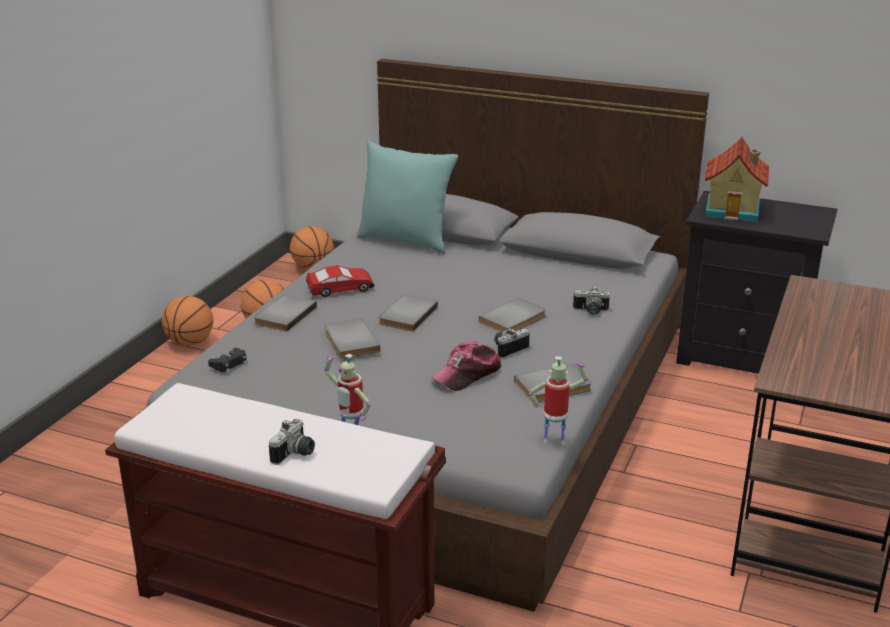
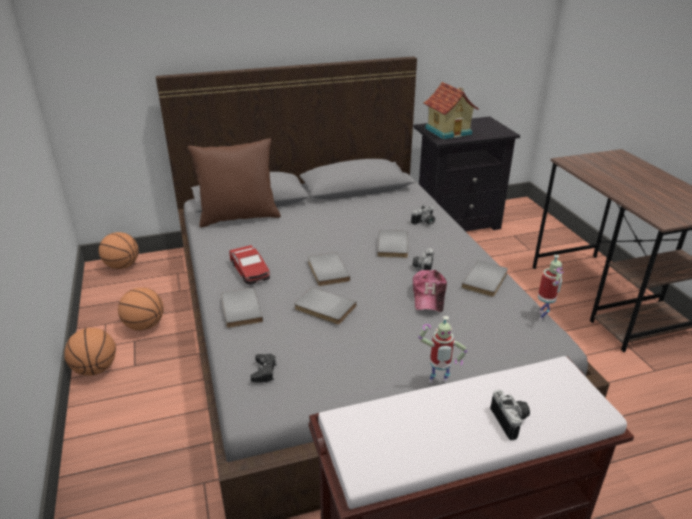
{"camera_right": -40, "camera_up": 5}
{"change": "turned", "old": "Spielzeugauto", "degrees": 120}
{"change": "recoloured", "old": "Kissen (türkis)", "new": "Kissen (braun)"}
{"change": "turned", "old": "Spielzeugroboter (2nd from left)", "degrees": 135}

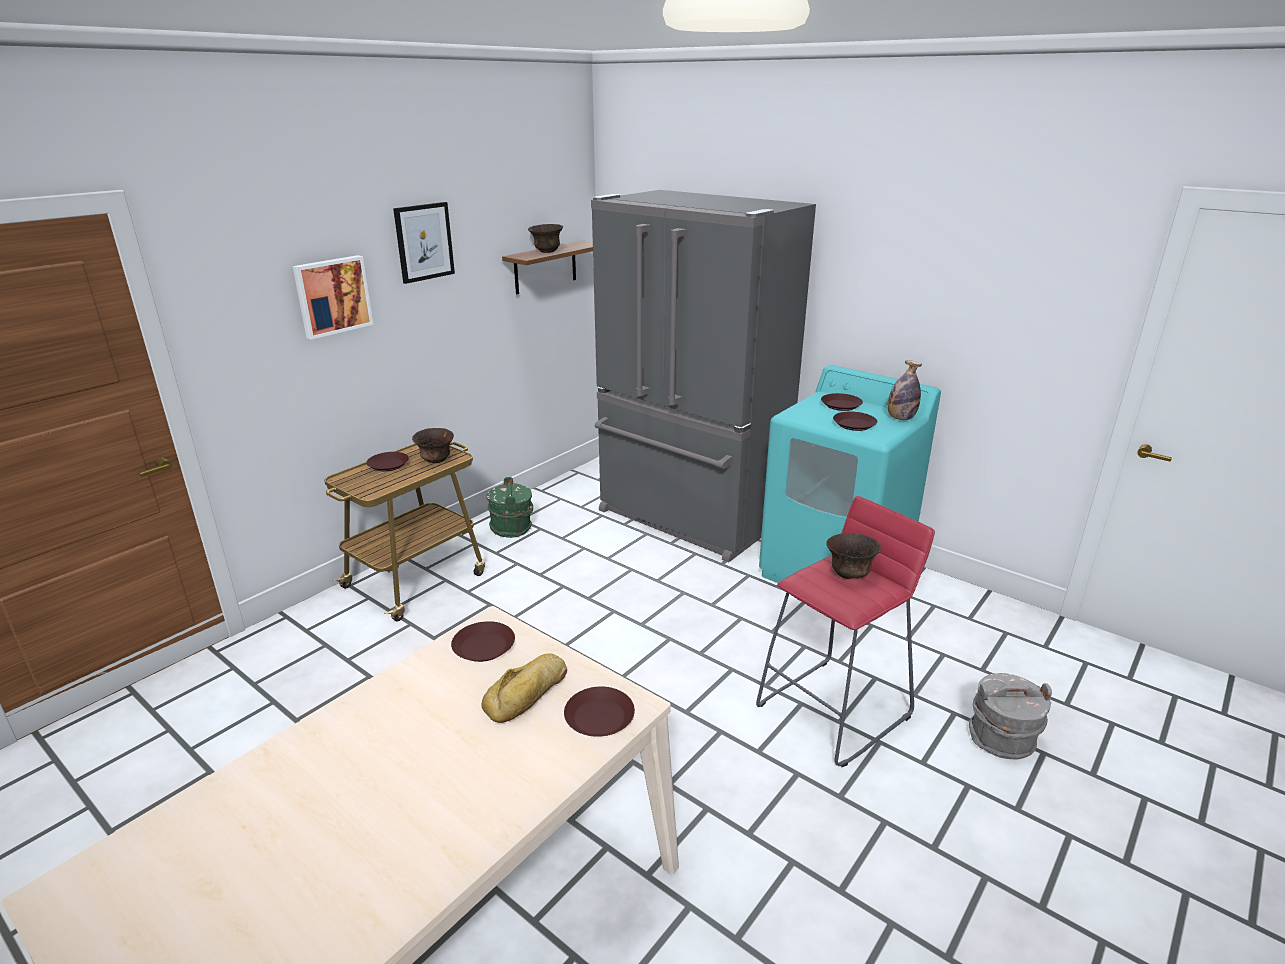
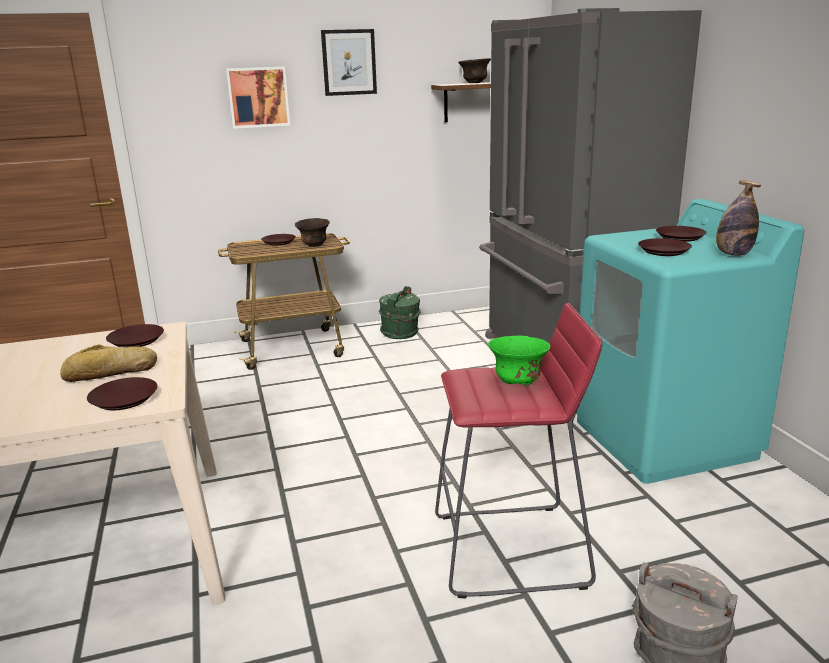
{"camera_right": 35, "camera_up": -5}
{"change": "recoloured", "old": "Schüssel (braun) (3rd from left)", "new": "Schüssel (grün)"}

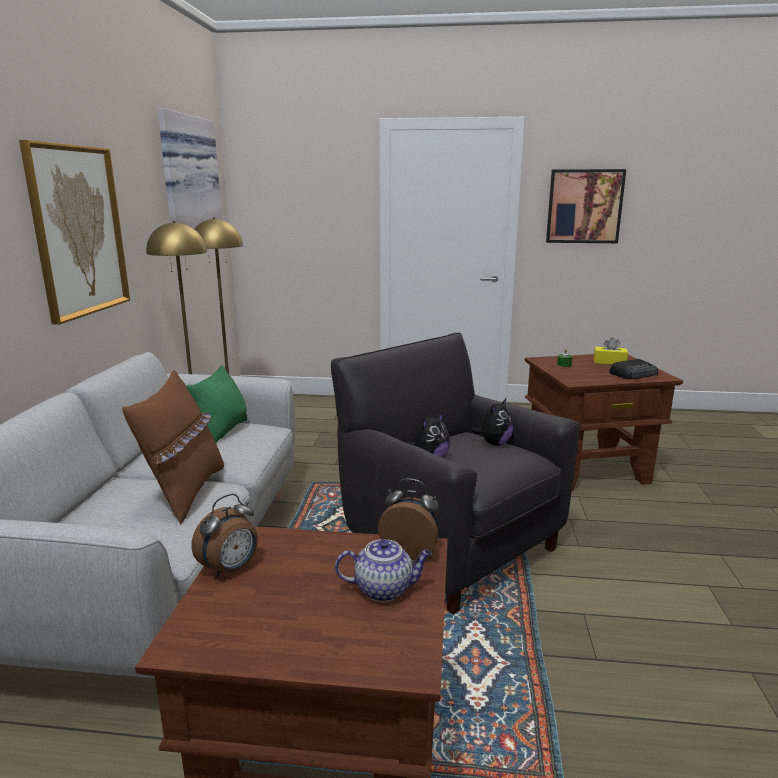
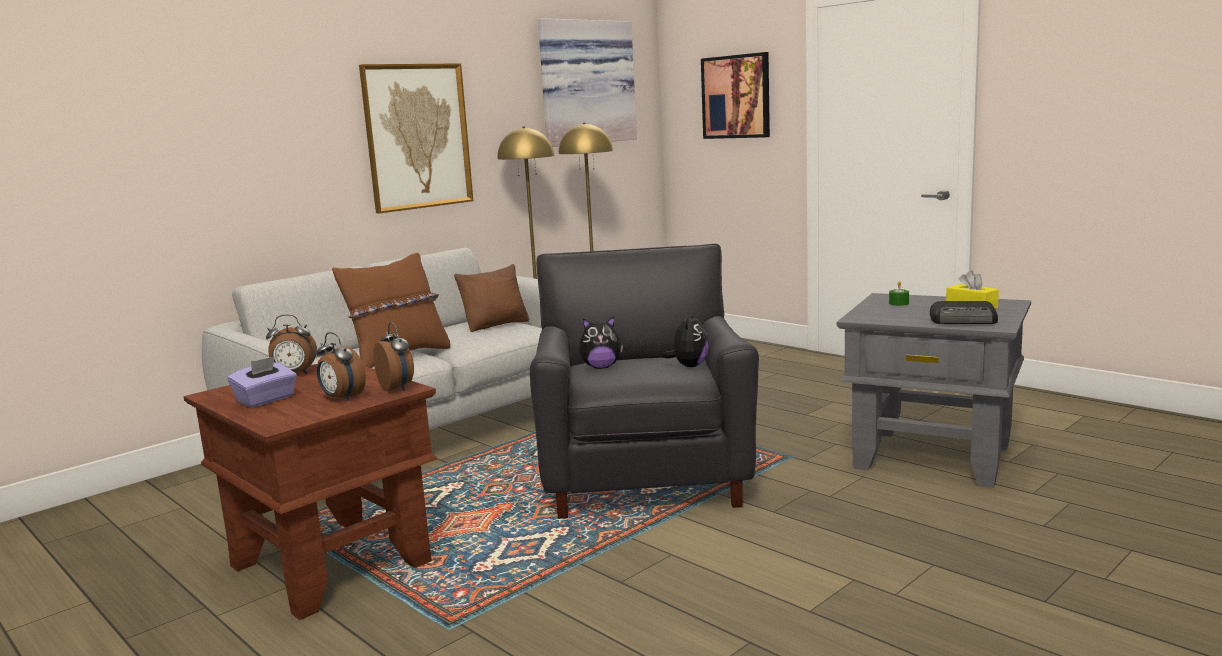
{"camera_right": 40, "camera_up": -5}
{"change": "recoloured", "old": "Kissen (grün)", "new": "Kissen (braun) (2nd from left)"}
{"change": "replaced", "old": "Teekanne", "new": "Wecker (2nd from left)"}
{"change": "turned", "old": "Plüschtier (2nd from left)", "degrees": -60}
{"change": "recoloured", "old": "Beistelltisch (braun) (2nd from left)", "new": "Beistelltisch (grau)"}
{"change": "moved", "old": "Bild (3rd from left)"}
{"change": "added", "new": "Taschentuchbox (lila)"}

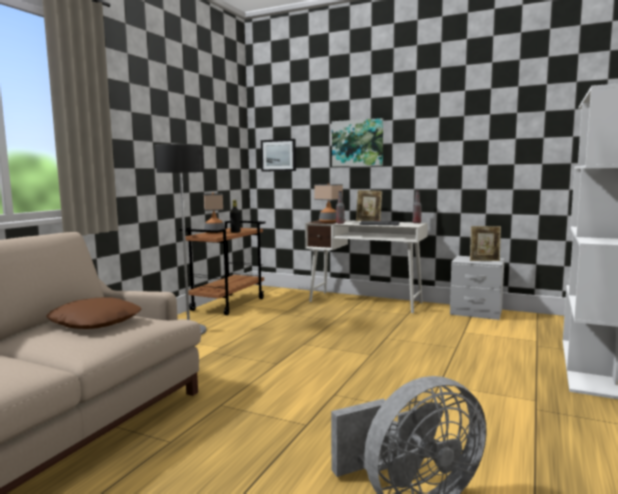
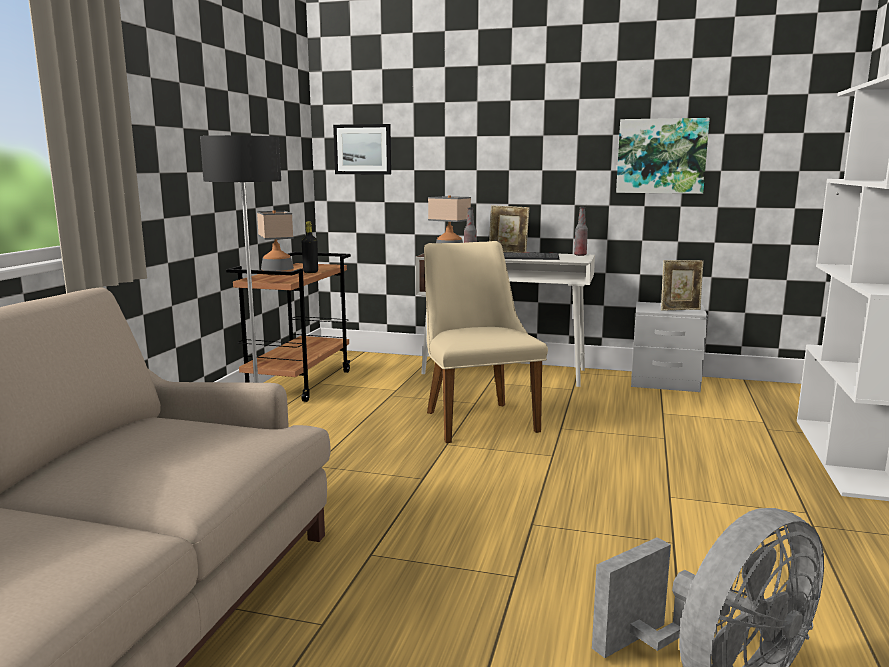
{"camera_right": -10, "camera_up": 5}
{"change": "removed", "old": "Kissen (braun)"}
{"change": "moved", "old": "Bild (2nd from left)"}
{"change": "added", "new": "Stuhl (beige)"}

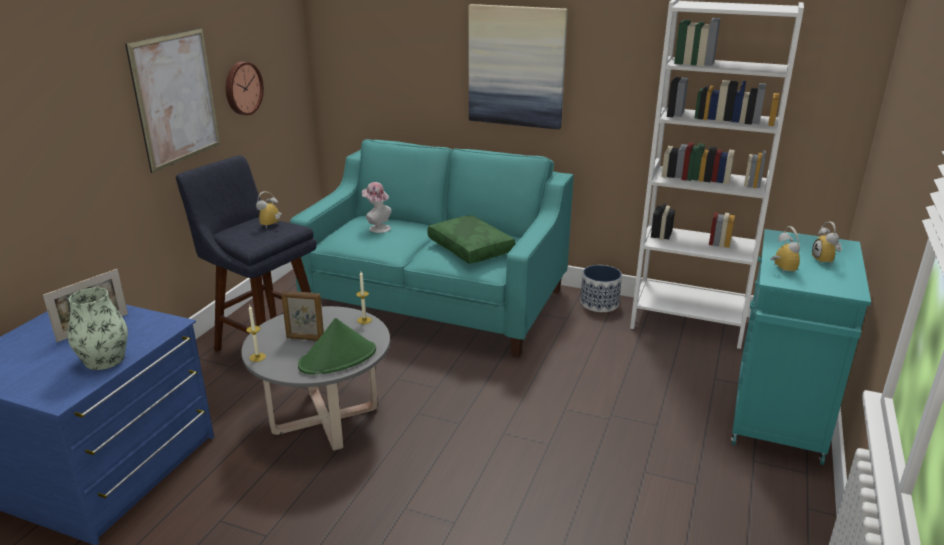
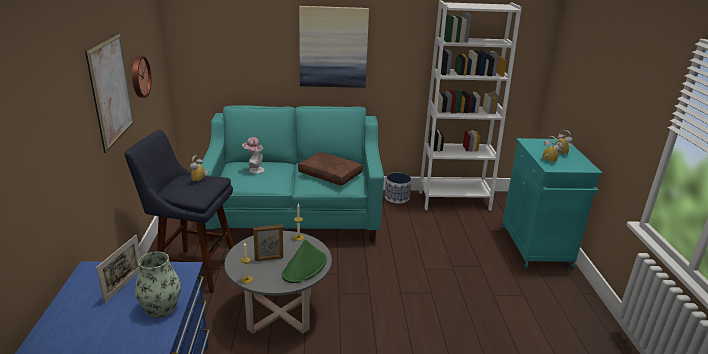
{"camera_right": -25, "camera_up": 0}
{"change": "recoloured", "old": "Kissen (grün)", "new": "Kissen (braun)"}

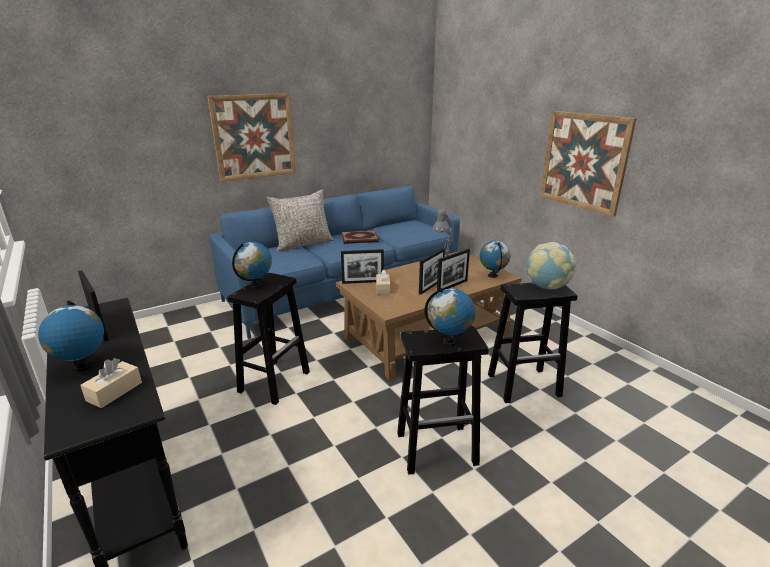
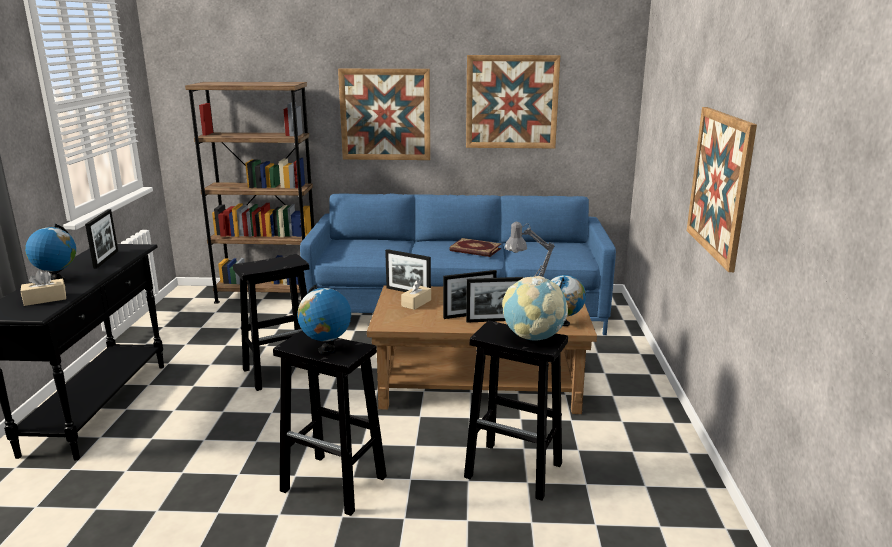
{"camera_right": 35, "camera_up": -5}
{"change": "removed", "old": "Globus (2nd from left)"}
{"change": "removed", "old": "Kissen (grau)"}
{"change": "added", "new": "Bücherregal (braun)"}
{"change": "added", "new": "Bild (2nd from left)"}

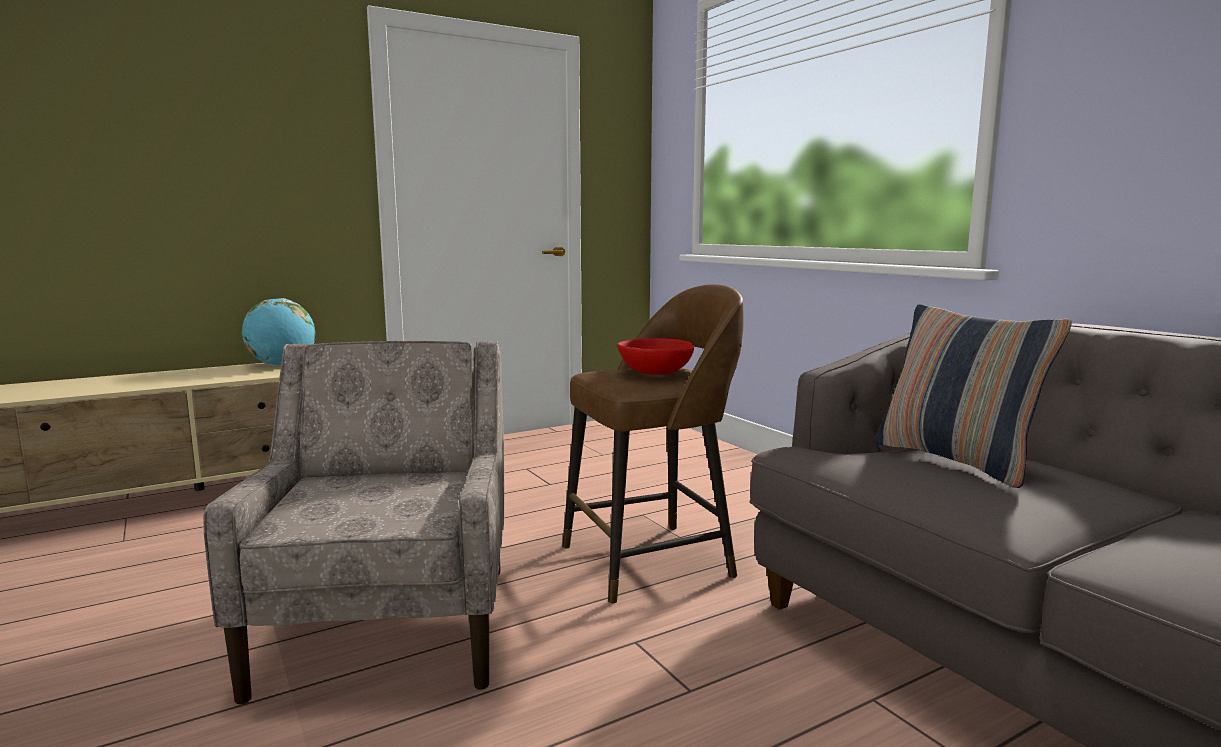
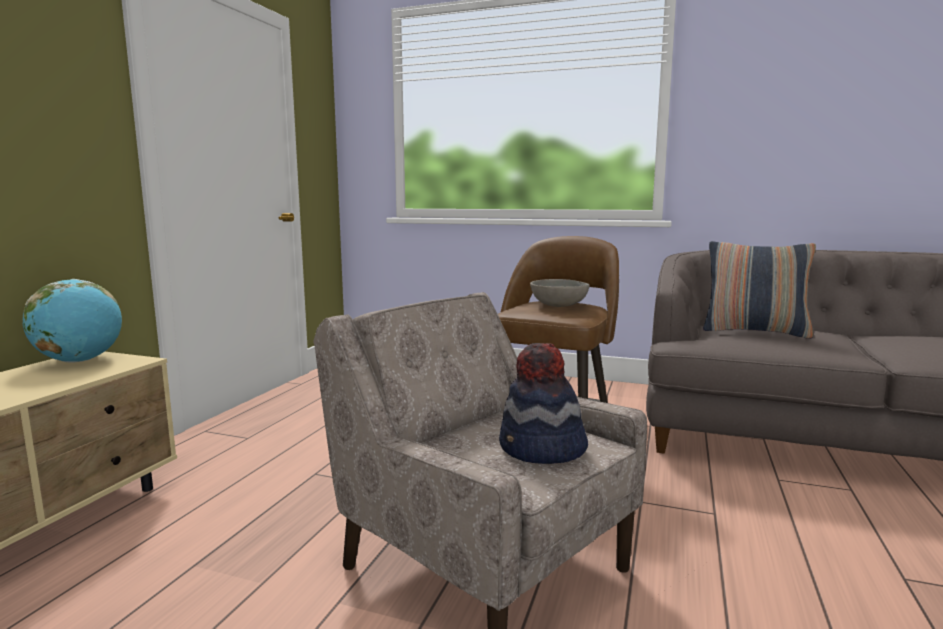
{"camera_right": -40, "camera_up": 0}
{"change": "recoloured", "old": "Schüssel (rot)", "new": "Schüssel (grau)"}
{"change": "added", "new": "Hut"}

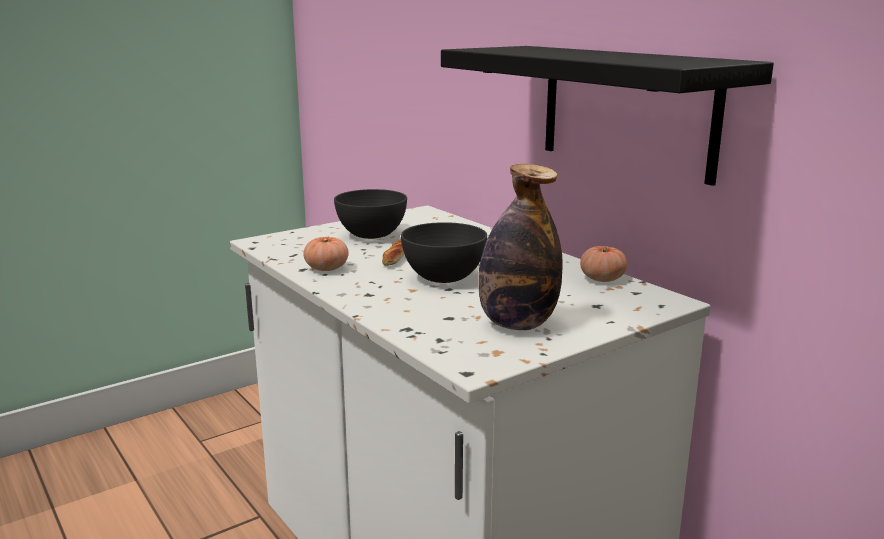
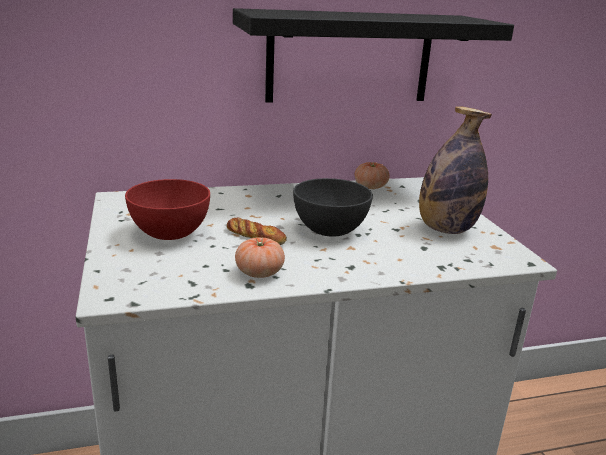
{"camera_right": -70, "camera_up": 5}
{"change": "recoloured", "old": "Schüssel (grau) (1st from left)", "new": "Schüssel (rot)"}

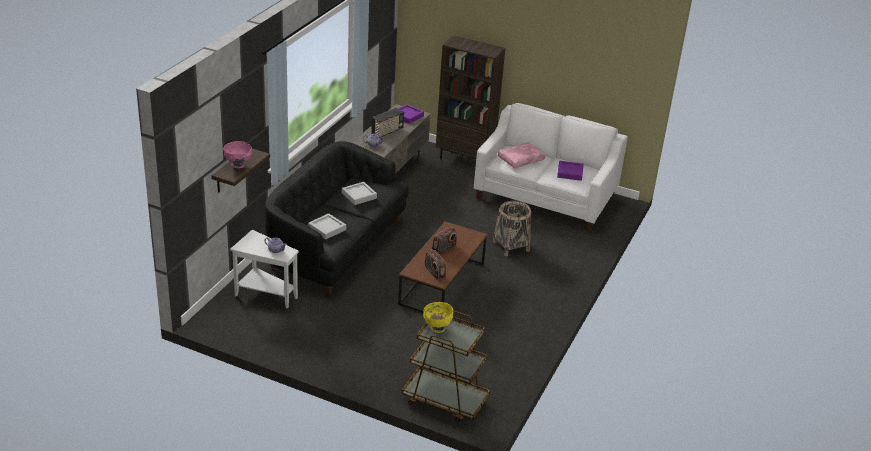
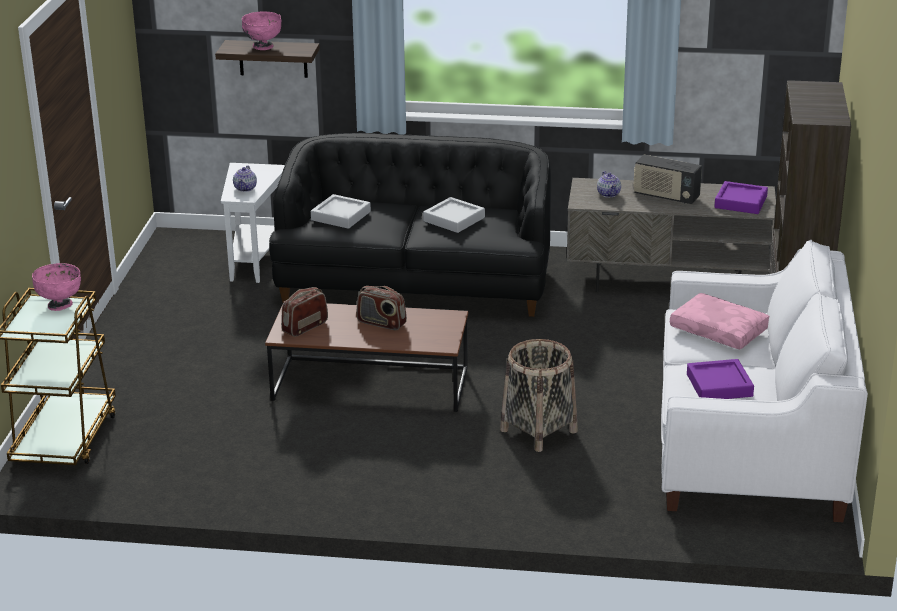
{"camera_right": 75, "camera_up": -5}
{"change": "recoloured", "old": "Schüssel (gelb)", "new": "Schüssel (rosa) (1st from left)"}

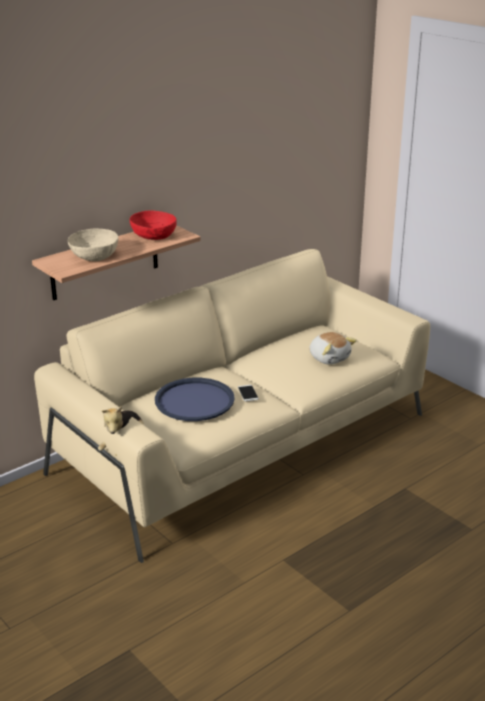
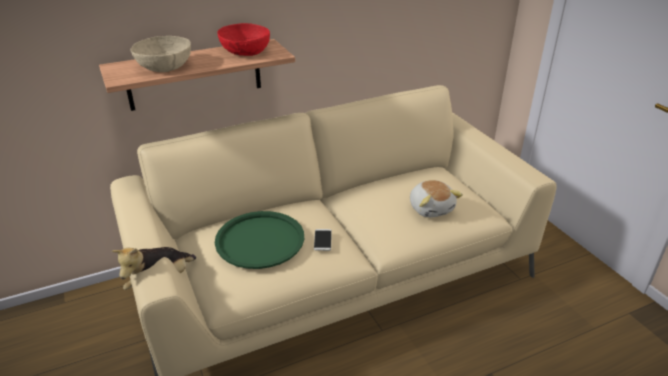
{"camera_right": 15, "camera_up": 5}
{"change": "recoloured", "old": "Tablett (blau)", "new": "Tablett (grün)"}

